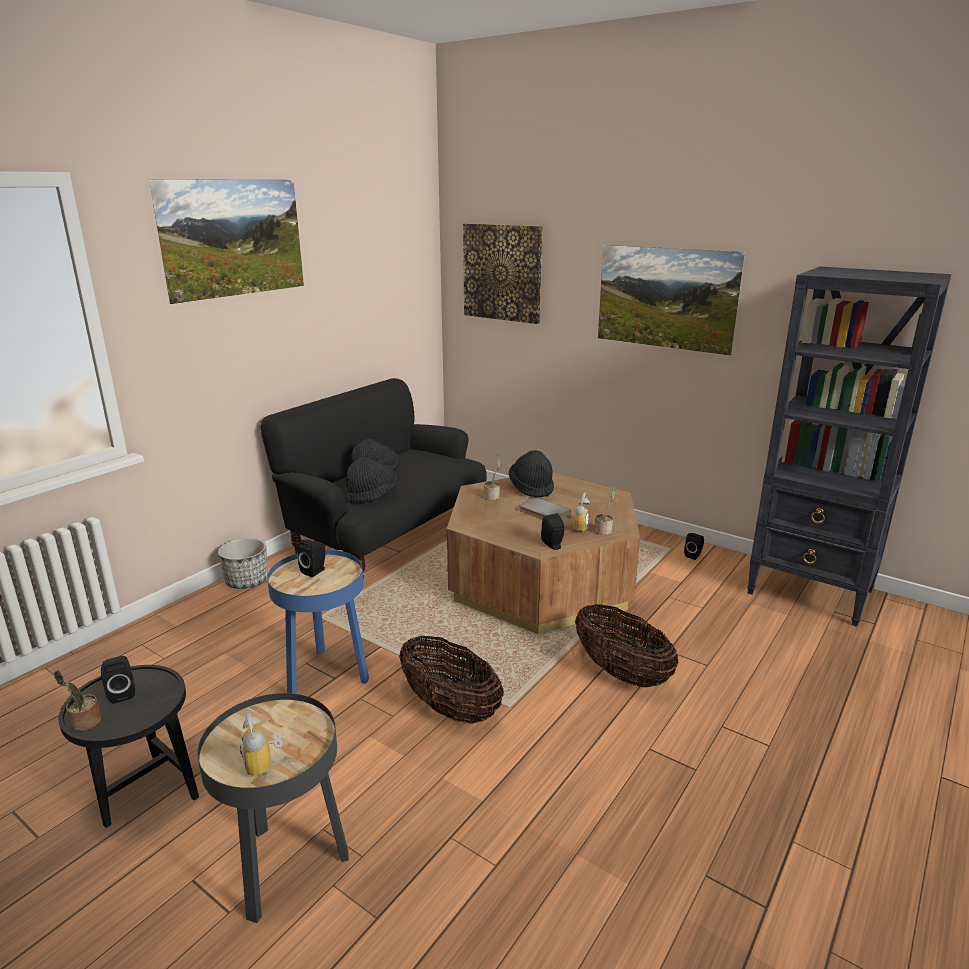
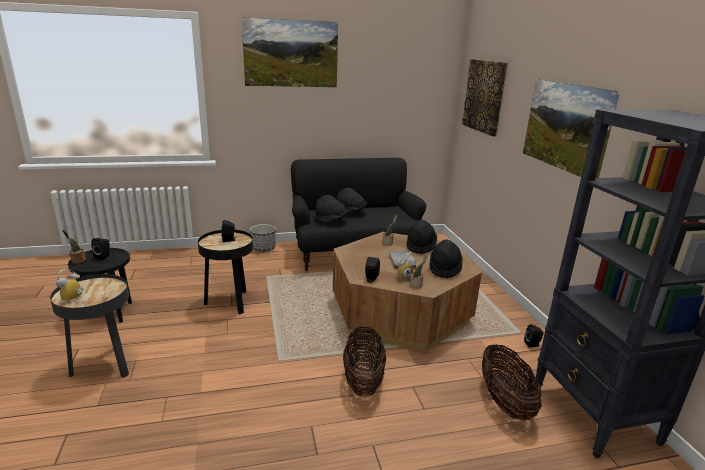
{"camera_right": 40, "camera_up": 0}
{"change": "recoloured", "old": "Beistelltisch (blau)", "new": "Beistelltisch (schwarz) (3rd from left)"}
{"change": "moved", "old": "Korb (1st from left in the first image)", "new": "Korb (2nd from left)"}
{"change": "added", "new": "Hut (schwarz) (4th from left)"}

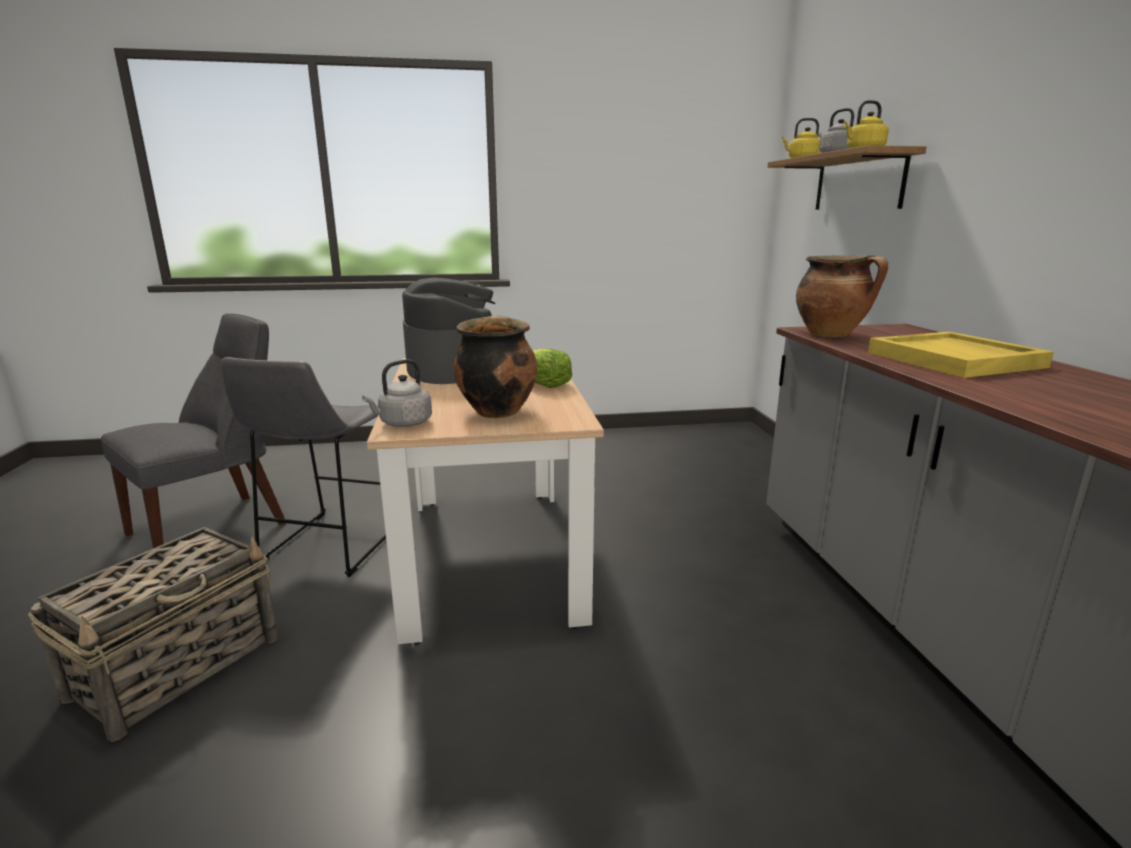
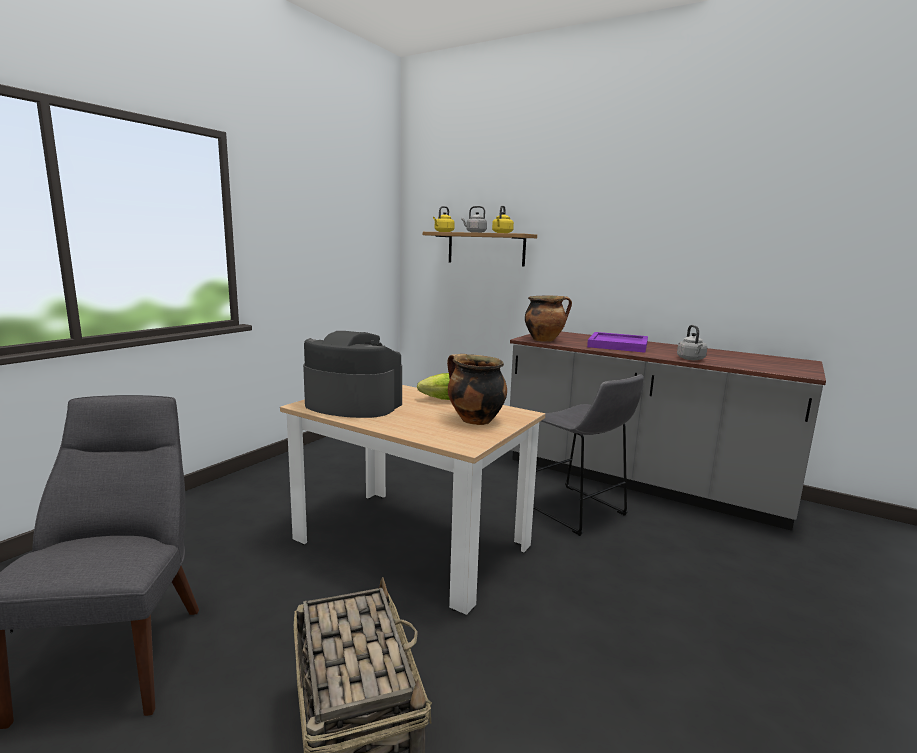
{"camera_right": -50, "camera_up": -5}
{"change": "moved", "old": "Hocker (grau)"}
{"change": "moved", "old": "Wasserkessel (grau) (1st from left in the first image)", "new": "Wasserkessel (grau) (2nd from left)"}
{"change": "recoloured", "old": "Tablett (gelb)", "new": "Tablett (lila)"}

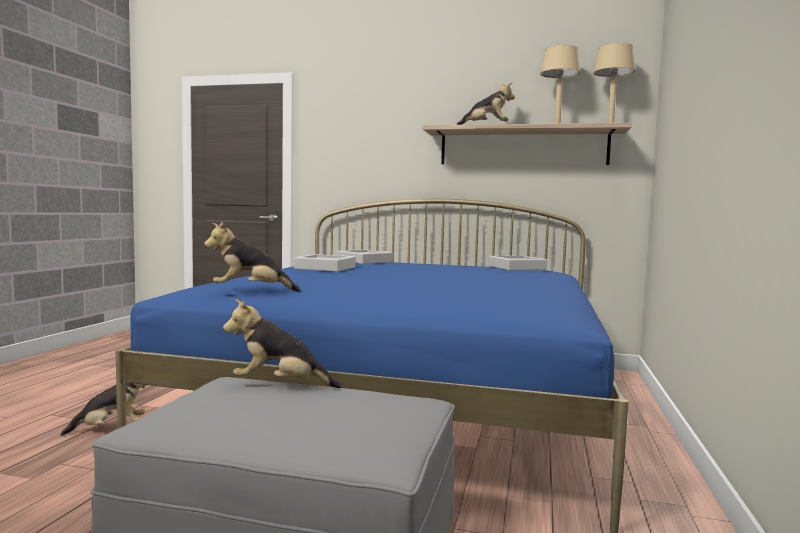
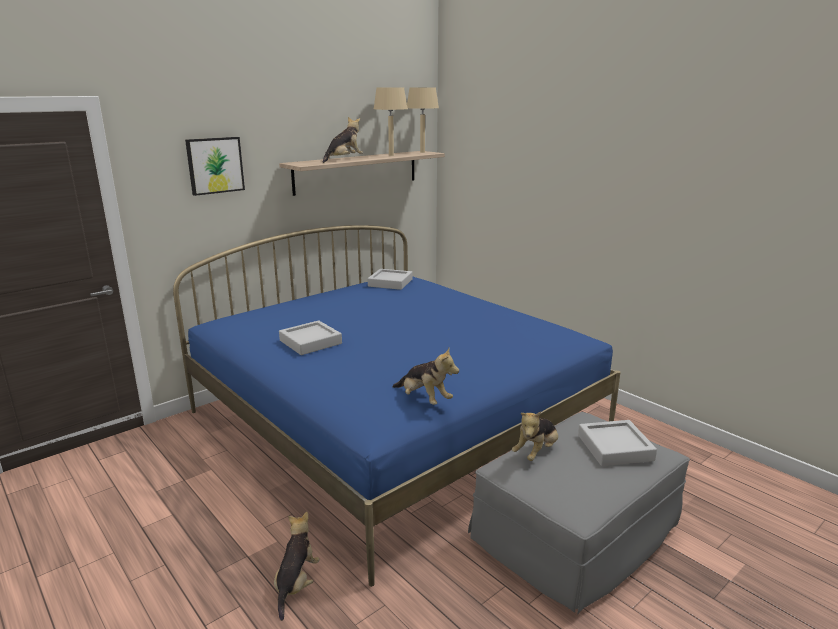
{"camera_right": -55, "camera_up": 15}
{"change": "turned", "old": "Plüschtier (2nd from left in the first image)", "degrees": -75}
{"change": "moved", "old": "Tablett (grau) (2nd from left in the first image)", "new": "Tablett (grau) (3rd from left)"}
{"change": "added", "new": "Bild"}

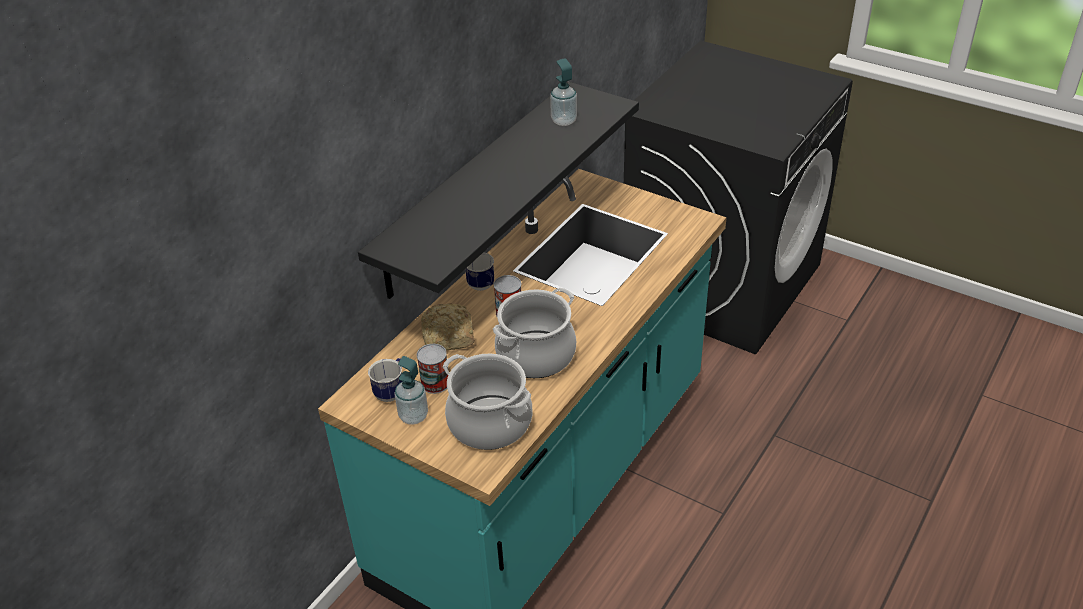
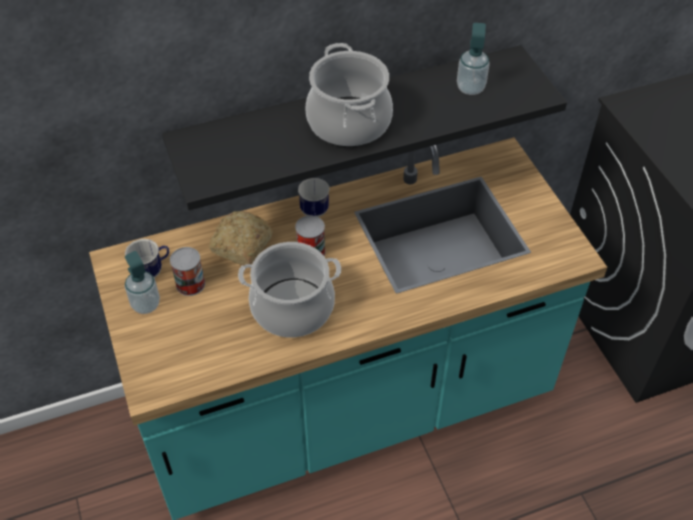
{"camera_right": 35, "camera_up": 10}
{"change": "moved", "old": "Kochtopf (1st from left in the first image)", "new": "Kochtopf (2nd from left)"}

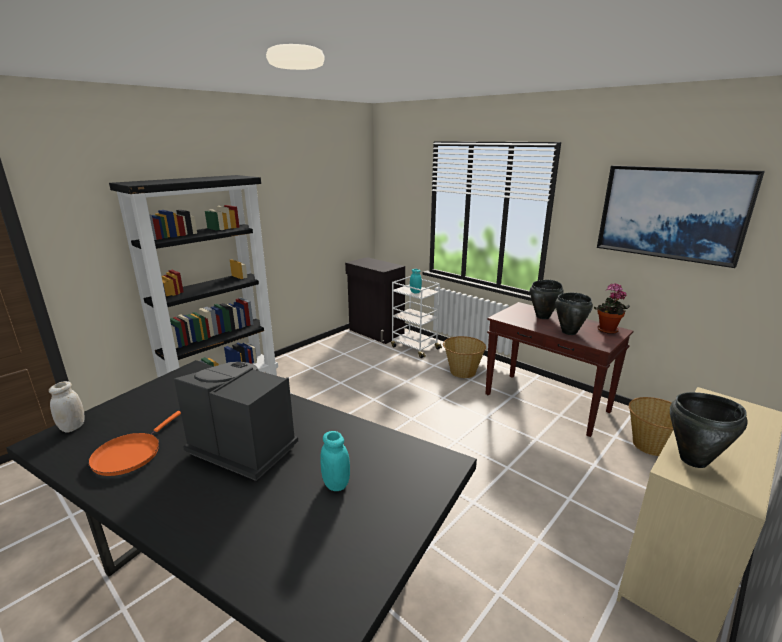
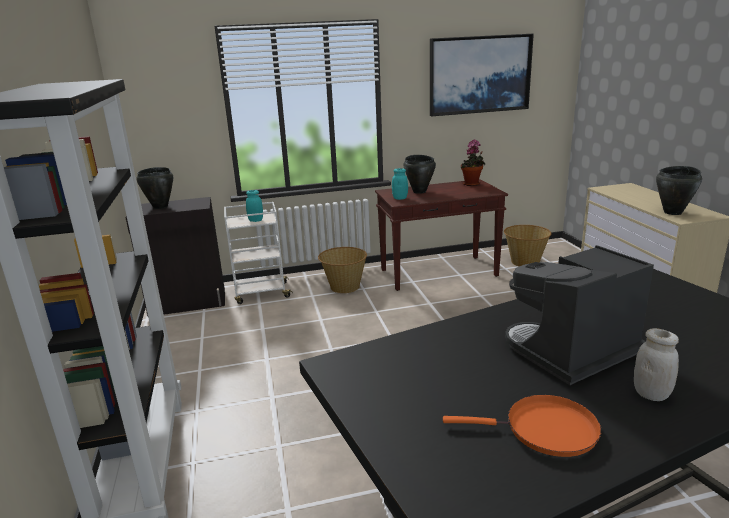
{"camera_right": -55, "camera_up": 0}
{"change": "moved", "old": "Vorratsglas (weiß)"}
{"change": "turned", "old": "Pfanne (orange)", "degrees": -45}
{"change": "moved", "old": "Vorratsglas (türkis) (1st from left in the first image)", "new": "Vorratsglas (türkis) (2nd from left)"}
{"change": "moved", "old": "Kochtopf (schwarz) (2nd from left in the first image)", "new": "Kochtopf (schwarz) (1st from left)"}

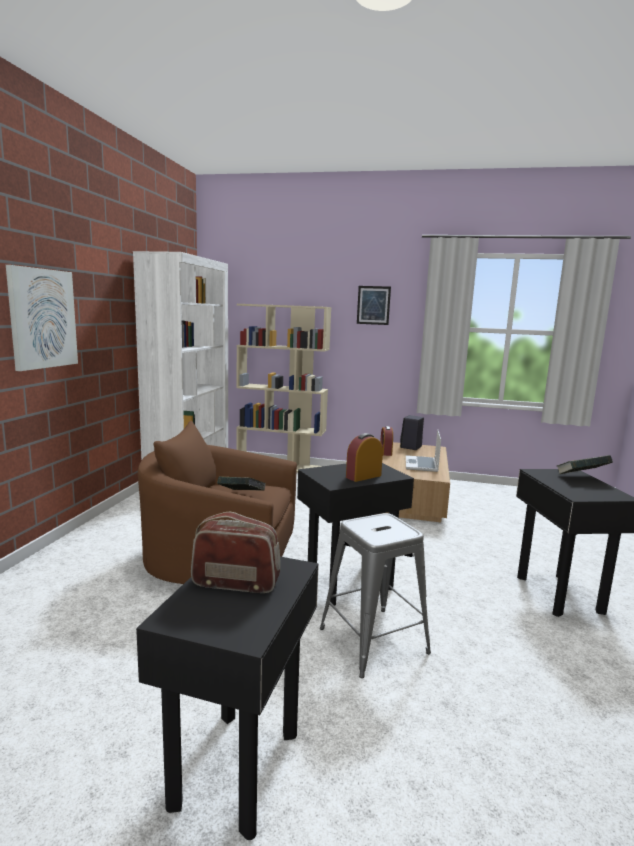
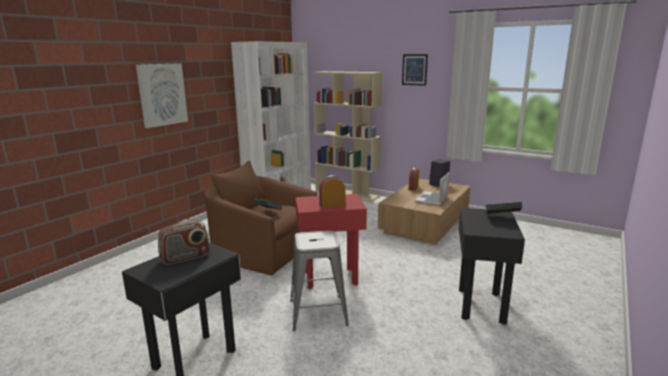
{"camera_right": 20, "camera_up": 5}
{"change": "turned", "old": "Radio", "degrees": 120}
{"change": "recoloured", "old": "Beistelltisch (schwarz) (2nd from left)", "new": "Beistelltisch (rot)"}

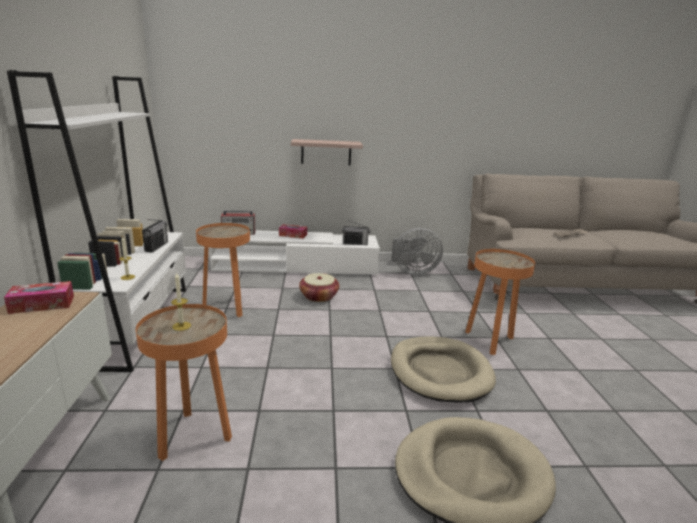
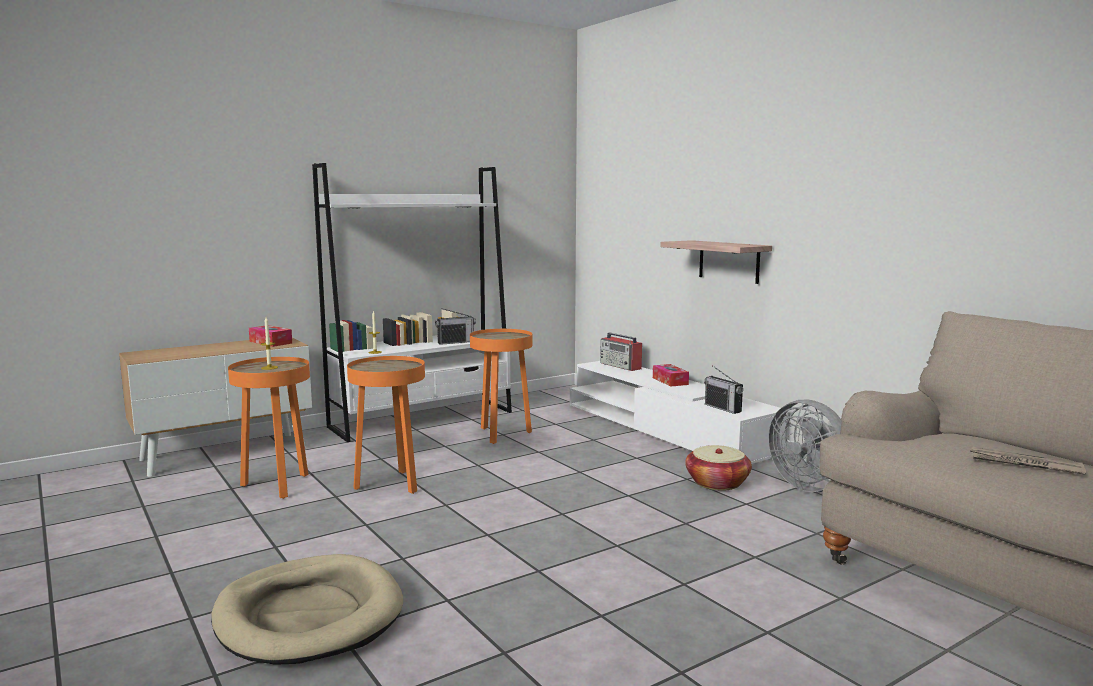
{"camera_right": 60, "camera_up": -10}
{"change": "moved", "old": "Korb"}
{"change": "removed", "old": "Hundebett (beige) (1st from left)"}
{"change": "moved", "old": "Beistelltisch (orange) (3rd from left in the first image)", "new": "Beistelltisch (orange) (2nd from left)"}

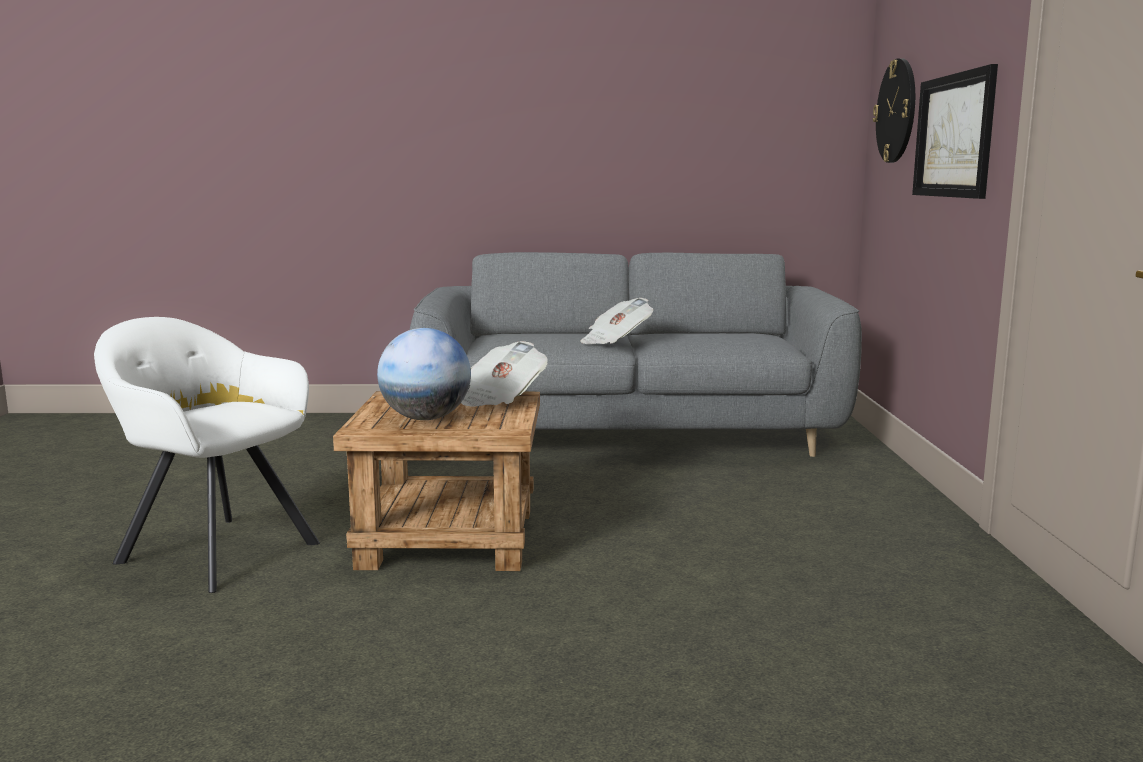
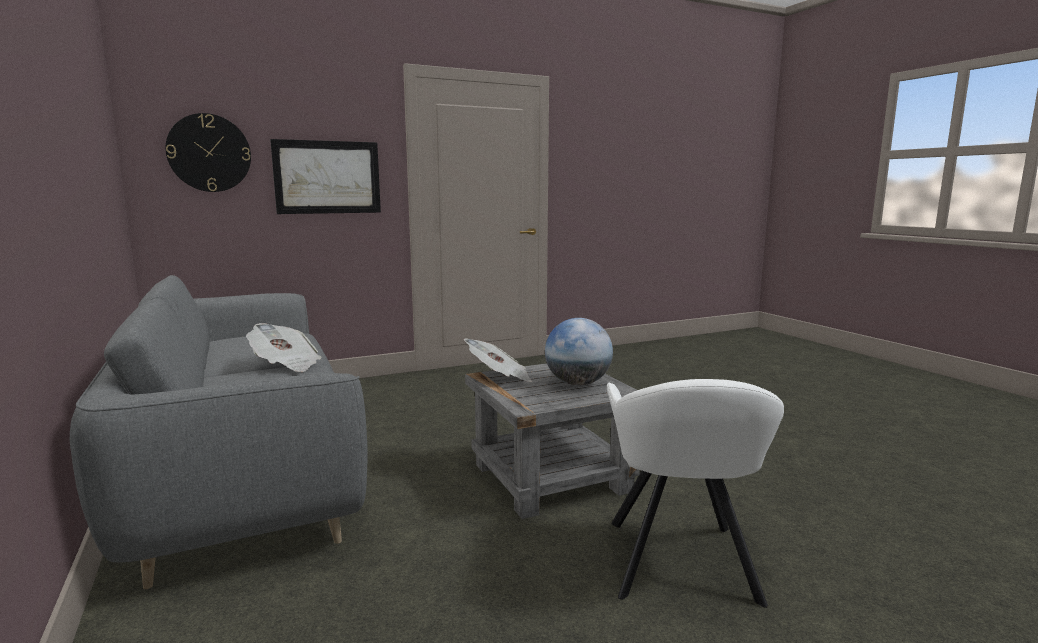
{"camera_right": -115, "camera_up": 0}
{"change": "recoloured", "old": "Beistelltisch (braun)", "new": "Beistelltisch (grau)"}

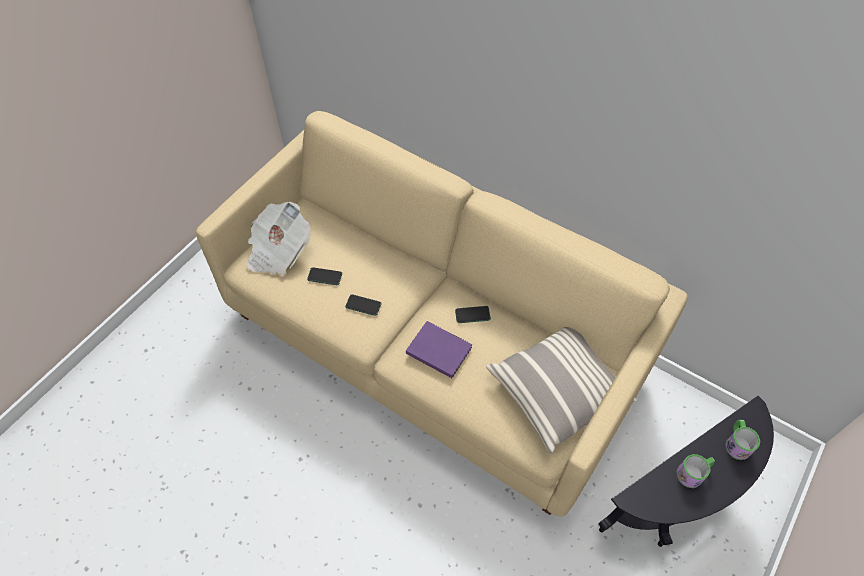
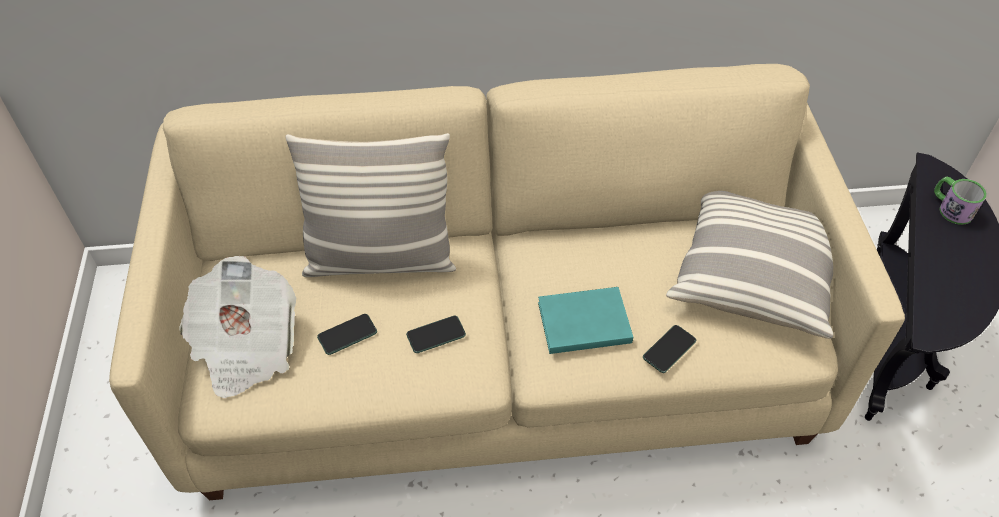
{"camera_right": -40, "camera_up": -5}
{"change": "recoloured", "old": "Buch (lila)", "new": "Buch (türkis)"}
{"change": "moved", "old": "Handy (3rd from left)"}
{"change": "removed", "old": "Henkelbecher (1st from left)"}
{"change": "added", "new": "Kissen (1st from left)"}

